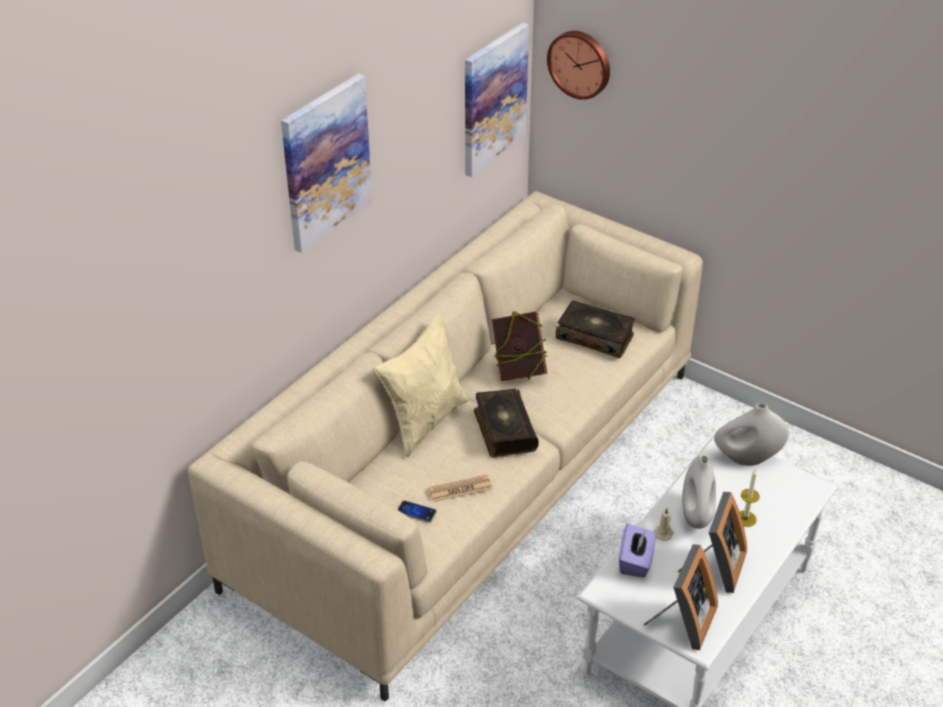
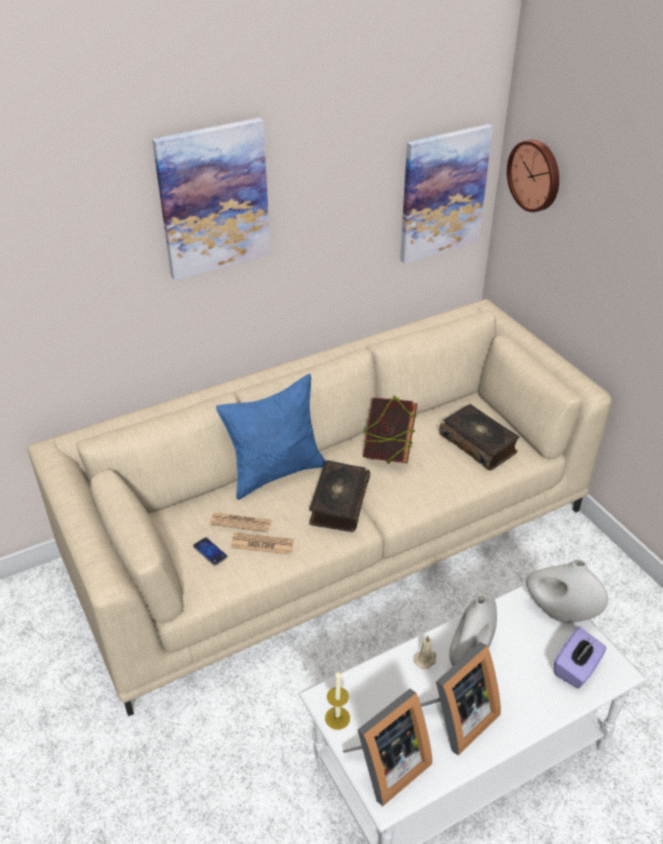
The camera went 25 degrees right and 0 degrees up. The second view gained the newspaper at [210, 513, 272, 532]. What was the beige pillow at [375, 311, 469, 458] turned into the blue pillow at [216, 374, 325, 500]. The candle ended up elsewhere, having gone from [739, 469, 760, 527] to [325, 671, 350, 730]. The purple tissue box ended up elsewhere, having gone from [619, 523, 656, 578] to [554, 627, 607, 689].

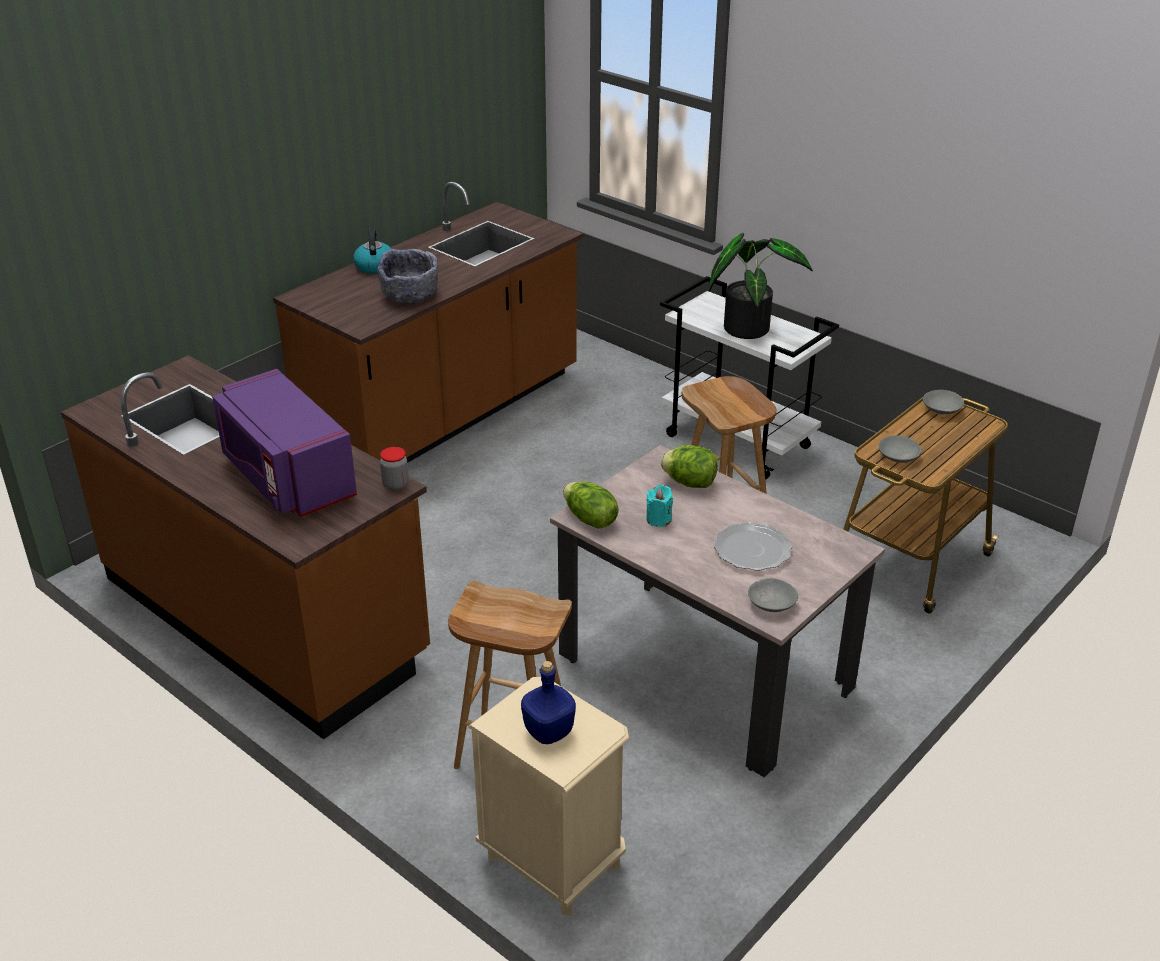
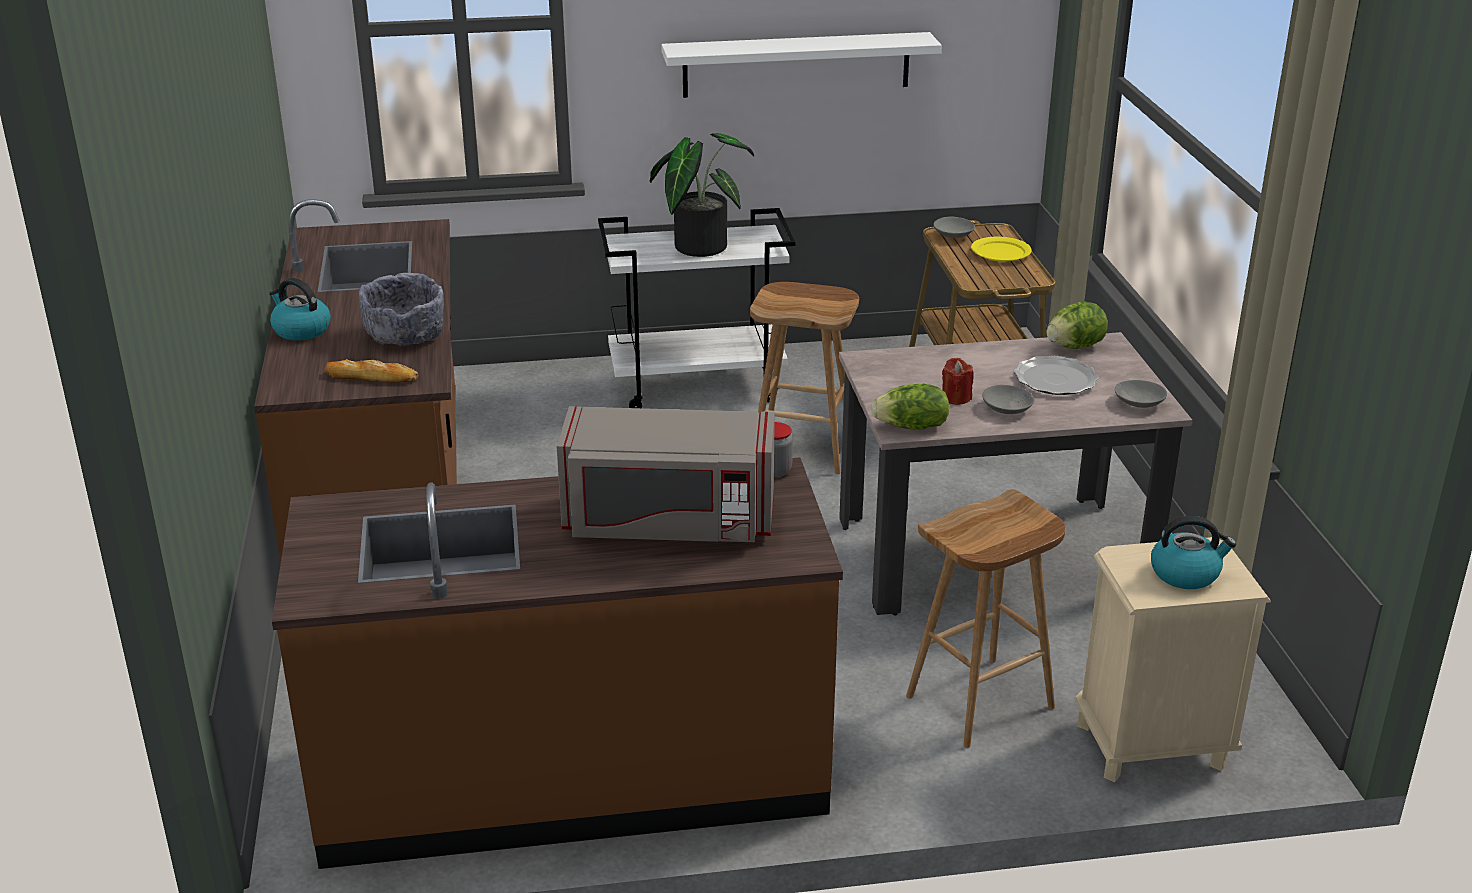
The camera went 50 degrees left and 5 degrees down. The second view gained the bread at [325, 359, 418, 383]. What was the purple microwave at [212, 369, 357, 517] turned into the grey microwave at [557, 406, 775, 542]. The second view gained the white shelf at [661, 32, 942, 98]. What was the turquoise candle at [646, 485, 673, 527] turned into the red candle at [942, 358, 974, 405]. The second view gained the yellow plate at [971, 237, 1032, 262]. The grey bowl ended up elsewhere, having gone from [878, 435, 922, 463] to [982, 385, 1034, 414]. The lettuce ended up elsewhere, having gone from [661, 445, 718, 488] to [1047, 302, 1108, 349]. Where the blue bottle stood at [521, 661, 576, 744], the kettle came to stand at [1151, 516, 1236, 589].

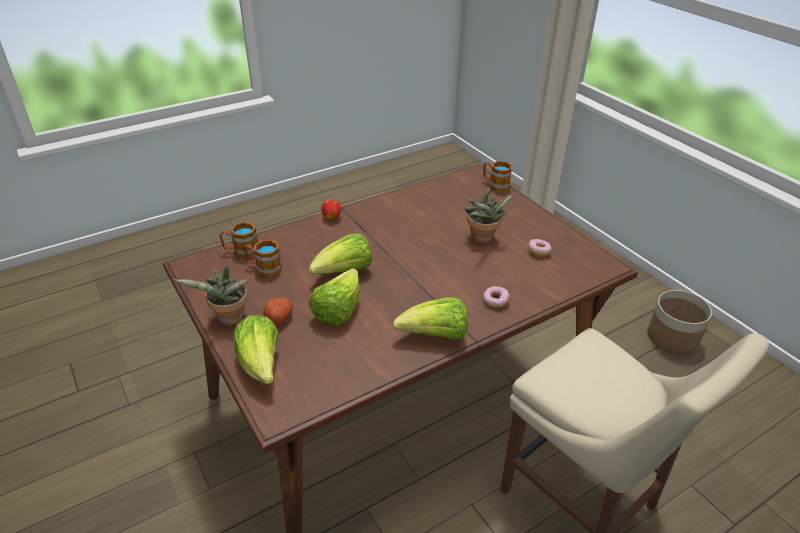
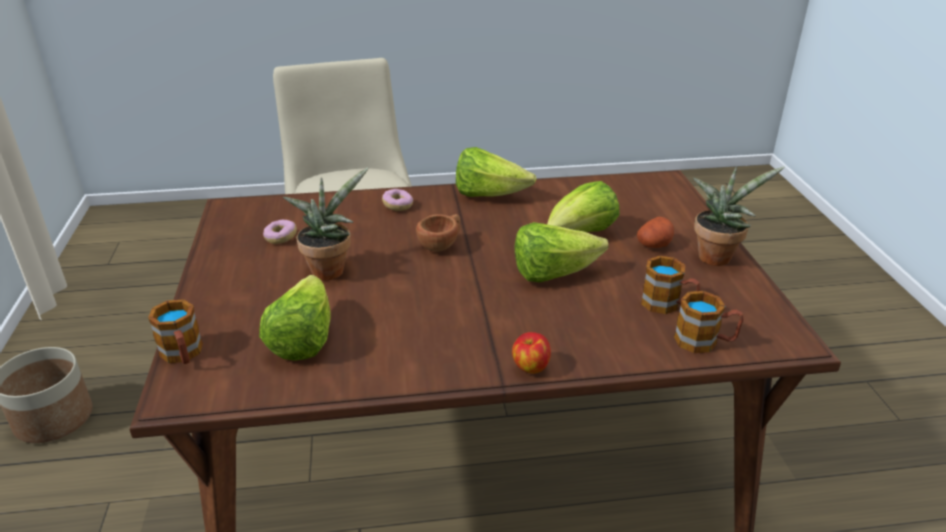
The camera went 155 degrees left and 5 degrees down. The lettuce ended up elsewhere, having gone from [233, 315, 279, 384] to [259, 275, 331, 361]. The second view gained the brown cup at [416, 214, 460, 252].

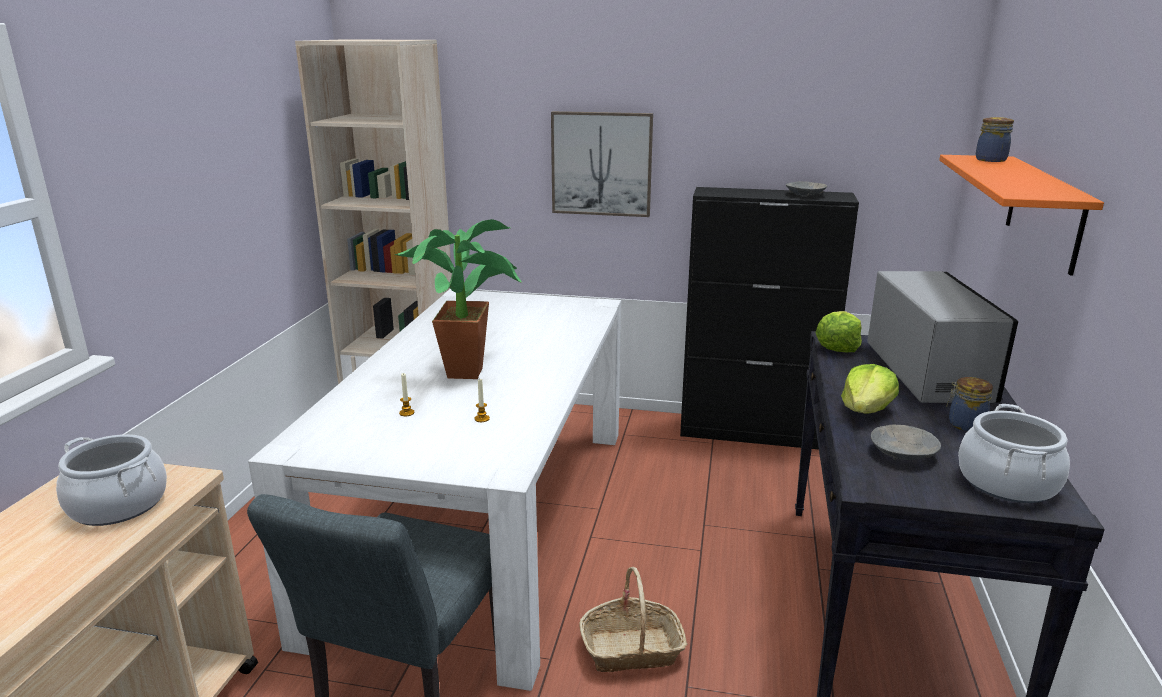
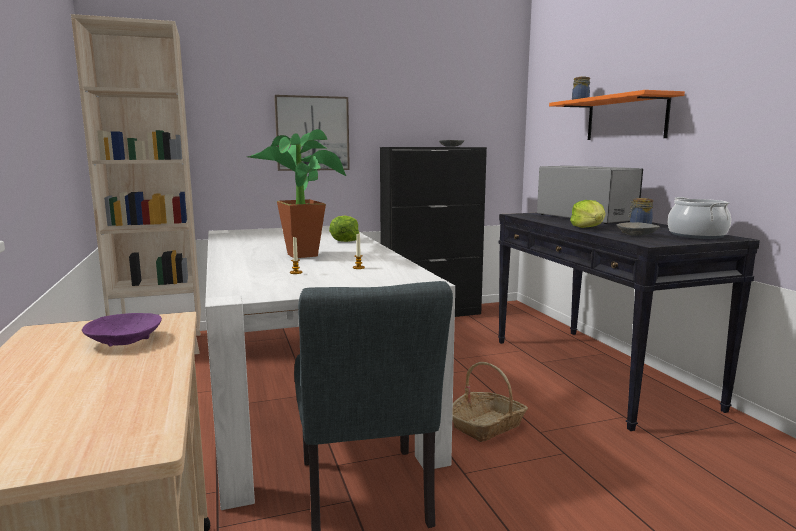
The camera went 30 degrees left and 10 degrees down. Where the cooking pot stood at [56, 434, 167, 526], the purple bowl came to stand at [82, 313, 162, 347]. The lettuce ended up elsewhere, having gone from [815, 311, 862, 352] to [329, 215, 359, 242].

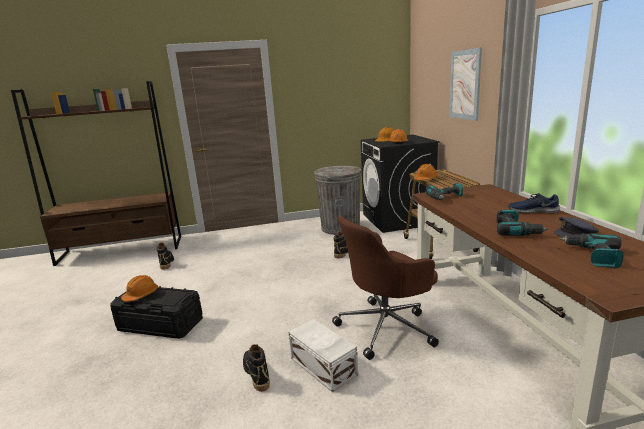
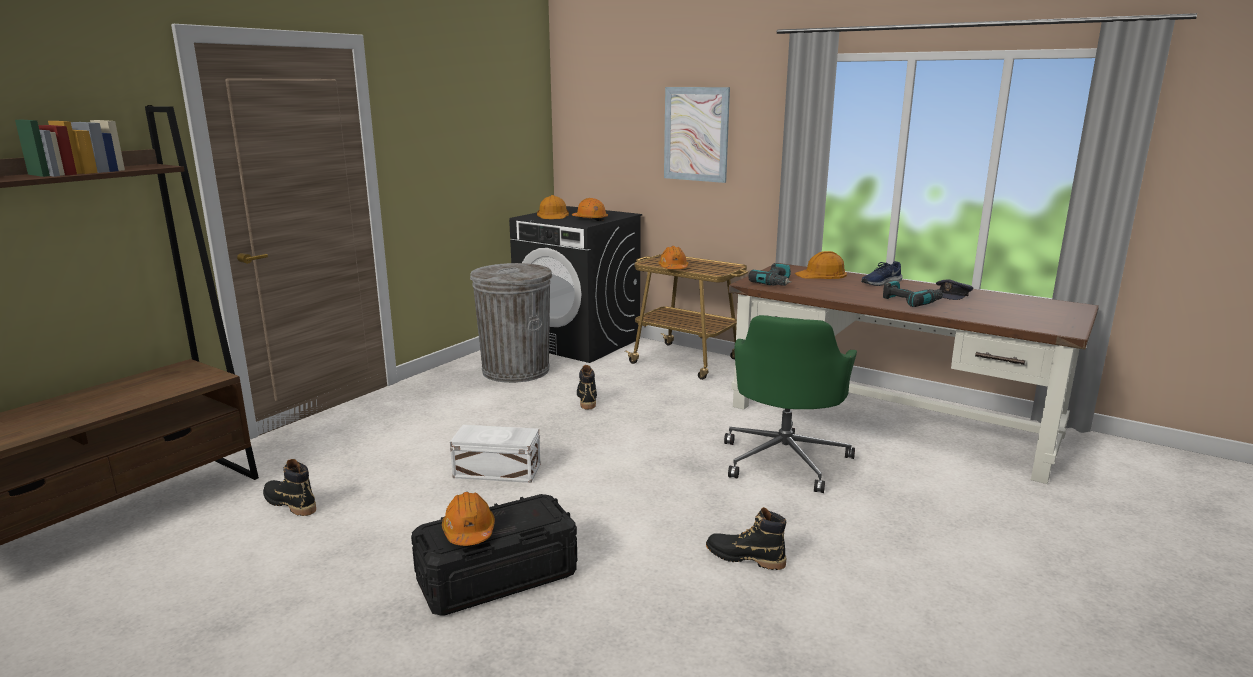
The camera went 45 degrees left and 0 degrees up. The white storage box ended up elsewhere, having gone from [289, 319, 358, 392] to [450, 425, 540, 483]. What was the brown office chair at [332, 215, 439, 360] turned into the green office chair at [724, 315, 857, 493]. The second view gained the orange hard hat at [795, 251, 847, 279]. The second view lost the power drill at [560, 233, 624, 268].

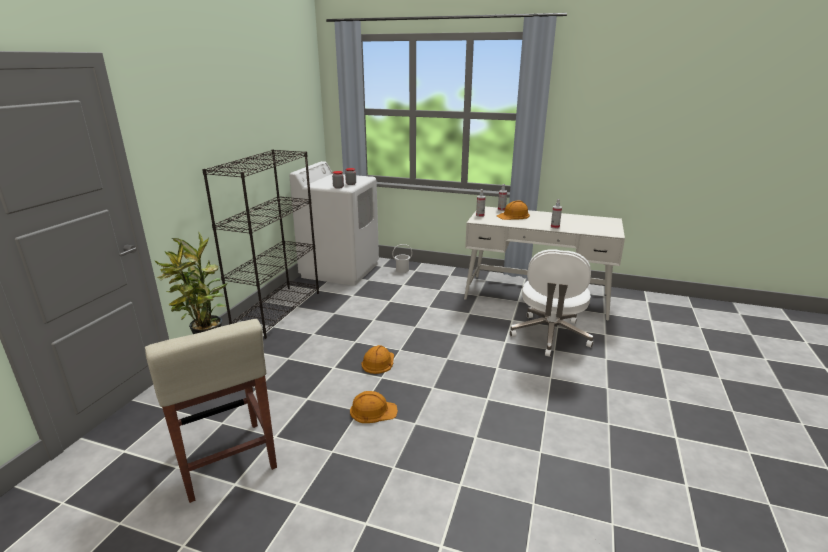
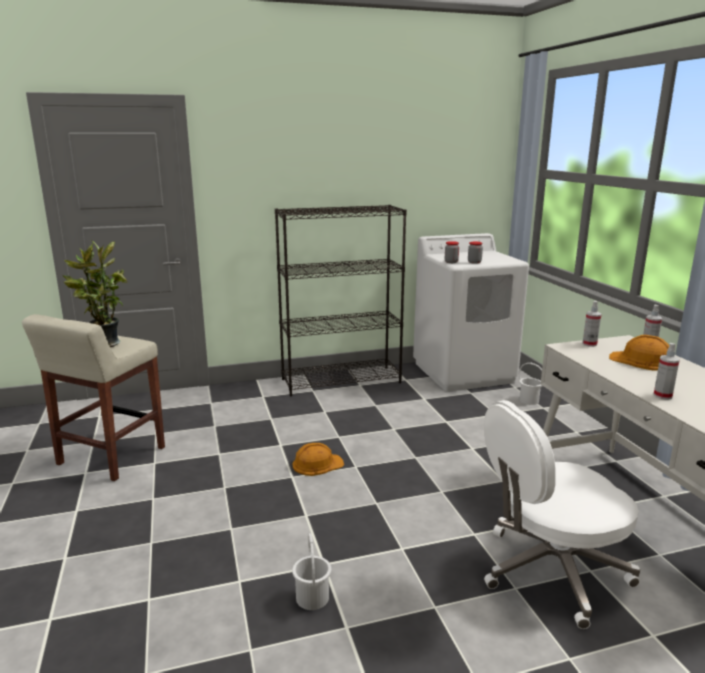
The camera went 55 degrees right and 5 degrees down. The second view gained the white bucket at [292, 533, 331, 610]. The second view lost the orange hard hat at [350, 391, 398, 423].

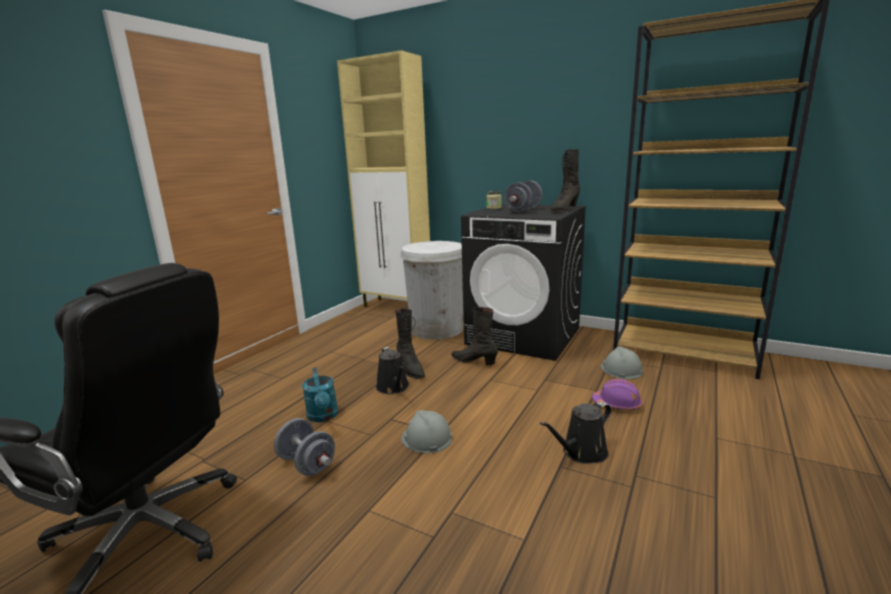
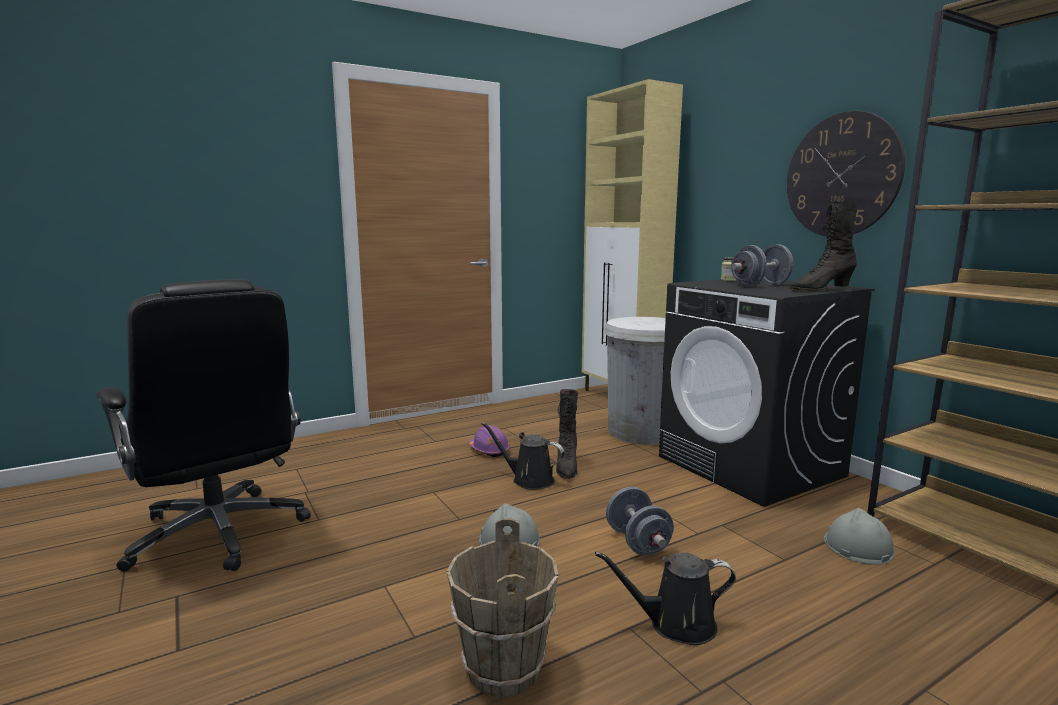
The camera went 30 degrees right and 5 degrees down. The second view gained the brown bucket at [447, 518, 558, 698]. The purple hard hat ended up elsewhere, having gone from [592, 379, 643, 410] to [469, 425, 510, 457]. The black watering can at [376, 347, 409, 394] ended up facing another way, 105 degrees clockwise from before. The grey dumbbell ended up elsewhere, having gone from [274, 418, 335, 476] to [606, 487, 674, 556]. The second view gained the wall clock at [787, 111, 905, 236]. The second view lost the turquoise watering can at [302, 367, 338, 422]. The second view lost the black boot at [451, 307, 498, 365].

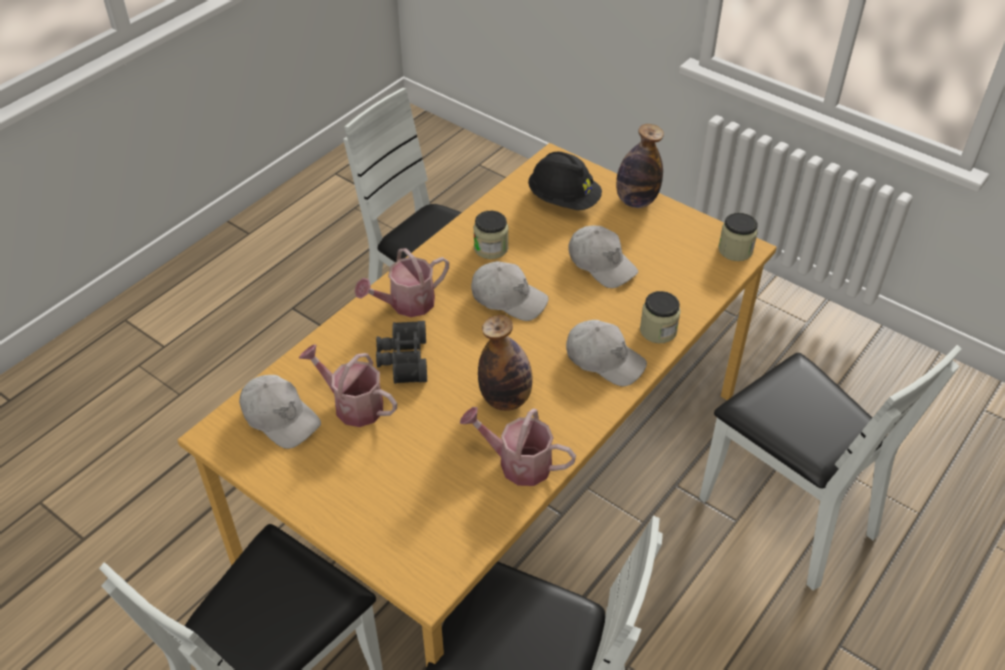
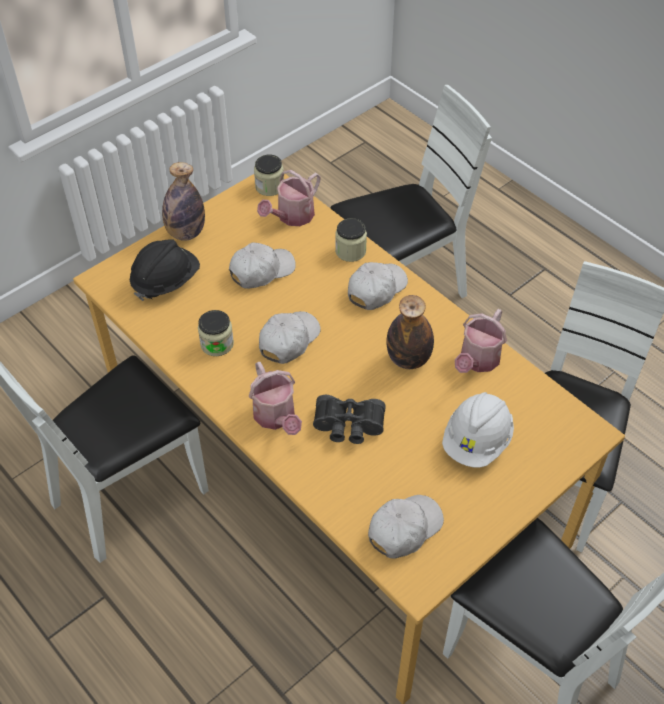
The camera went 80 degrees left and 5 degrees up. The watering can ended up elsewhere, having gone from [299, 344, 397, 427] to [257, 170, 321, 226]. The second view gained the white hard hat at [442, 392, 514, 468].

